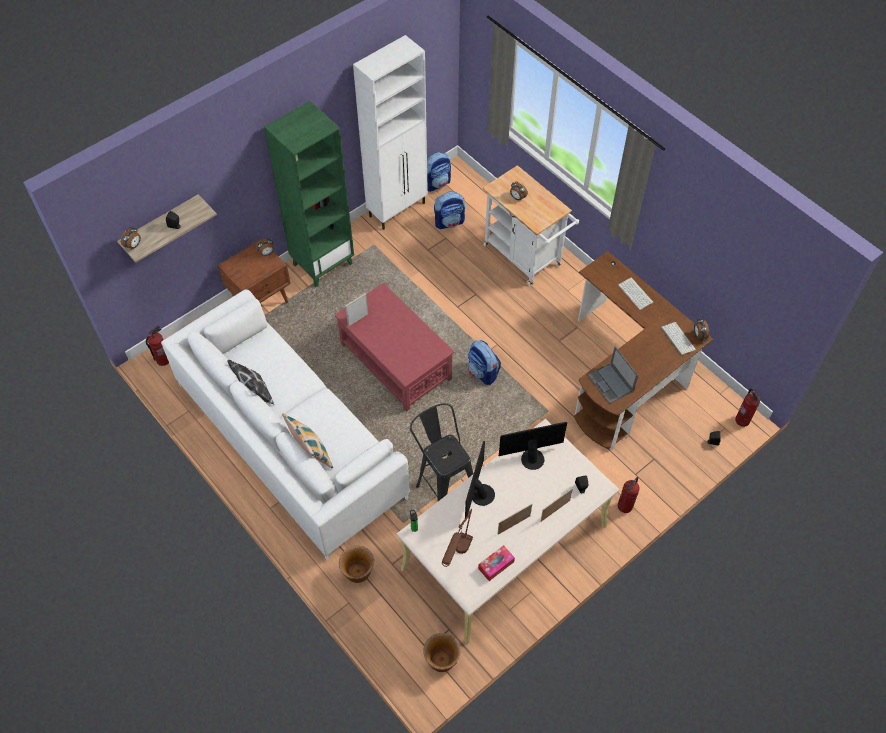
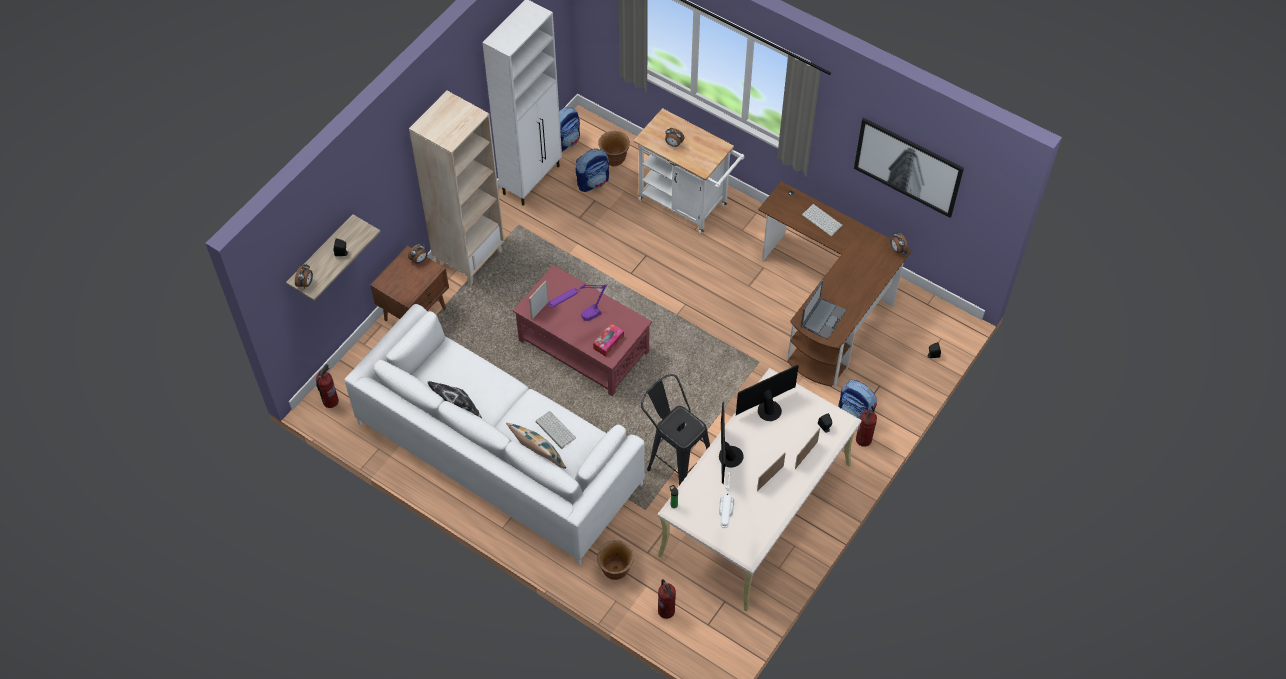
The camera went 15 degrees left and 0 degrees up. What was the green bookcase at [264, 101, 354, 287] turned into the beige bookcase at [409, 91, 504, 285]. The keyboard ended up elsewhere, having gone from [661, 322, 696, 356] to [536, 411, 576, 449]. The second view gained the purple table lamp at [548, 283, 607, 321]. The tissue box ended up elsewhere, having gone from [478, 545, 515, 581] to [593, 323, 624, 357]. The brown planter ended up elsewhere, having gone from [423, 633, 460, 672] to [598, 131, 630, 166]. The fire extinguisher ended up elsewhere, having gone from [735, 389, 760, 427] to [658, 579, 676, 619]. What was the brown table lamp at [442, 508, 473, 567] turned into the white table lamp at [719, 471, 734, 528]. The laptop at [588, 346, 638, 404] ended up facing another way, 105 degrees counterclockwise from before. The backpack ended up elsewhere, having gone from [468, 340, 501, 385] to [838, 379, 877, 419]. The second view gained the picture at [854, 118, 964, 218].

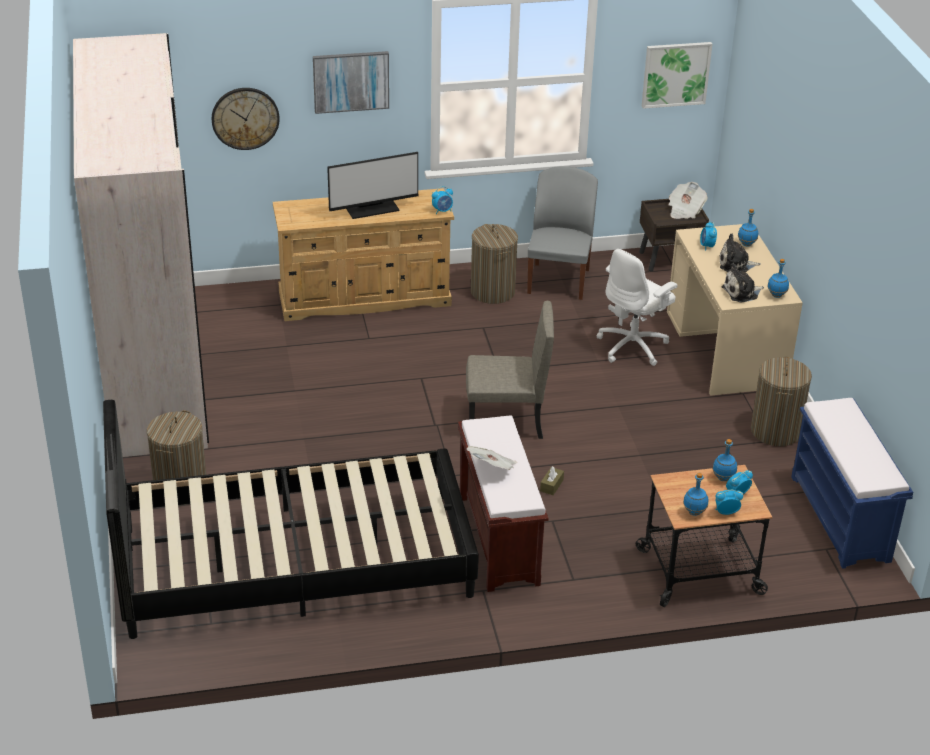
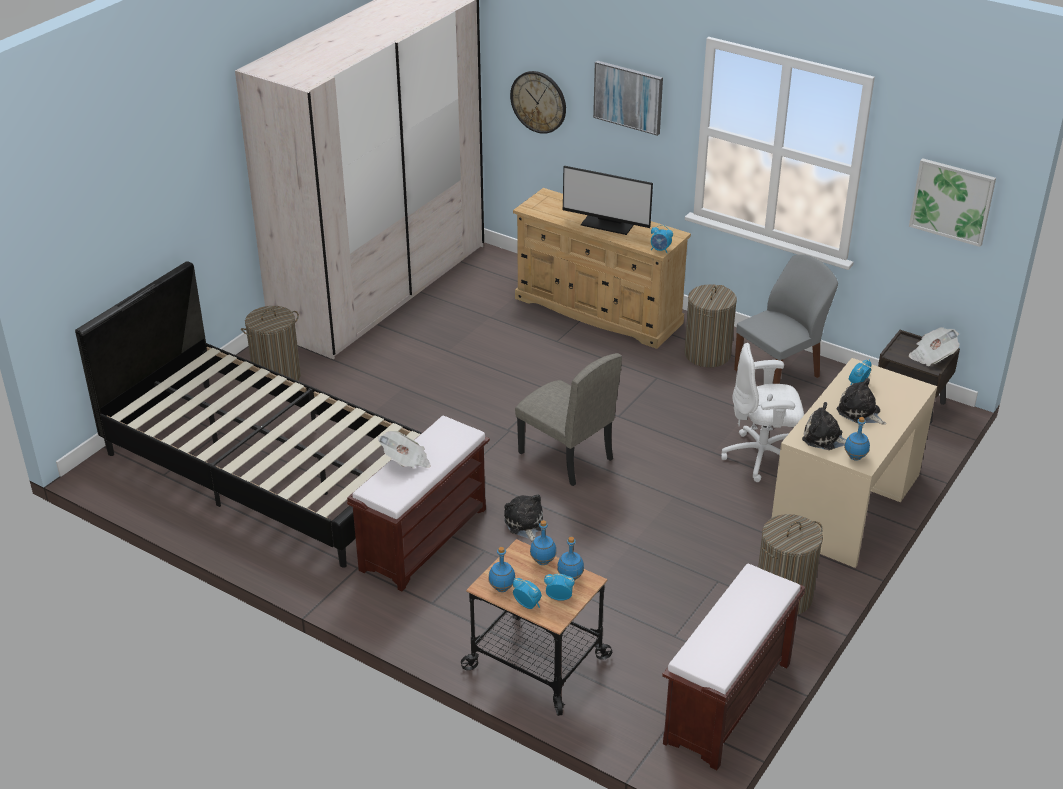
The camera went 45 degrees right and 0 degrees up. Where the brown tissue box stood at [540, 466, 564, 495], the plush toy came to stand at [504, 494, 543, 542]. The blue bottle ended up elsewhere, having gone from [738, 209, 758, 247] to [530, 520, 557, 565]. What was the blue bench at [791, 398, 913, 569] turned into the brown bench at [662, 564, 805, 770].

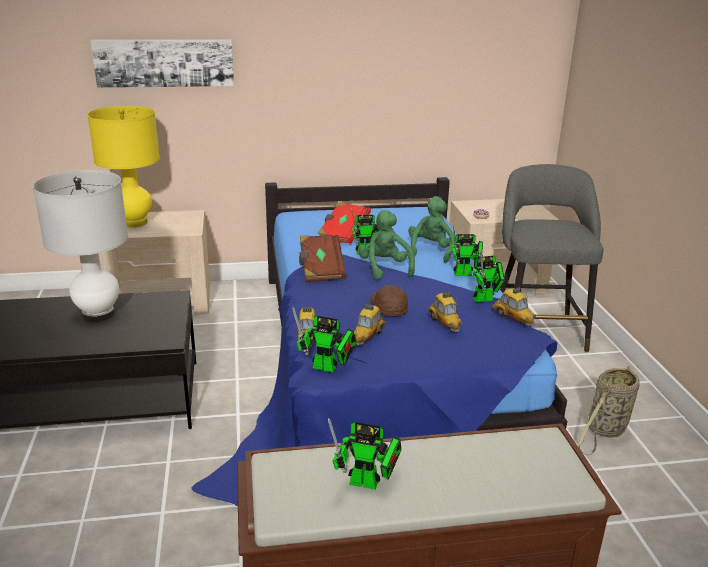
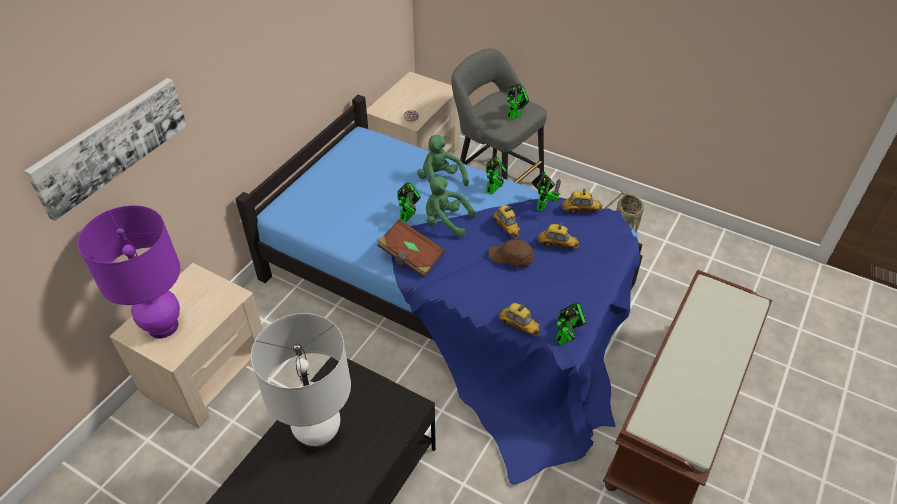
The camera went 50 degrees left and 20 degrees up. What was the yellow table lamp at [87, 106, 160, 227] turned into the purple table lamp at [78, 205, 181, 338]. The toy car ended up elsewhere, having gone from [354, 304, 386, 345] to [493, 205, 521, 239]. The toy robot ended up elsewhere, having gone from [328, 418, 401, 490] to [507, 84, 529, 120]. The second view lost the red book at [318, 202, 371, 244].

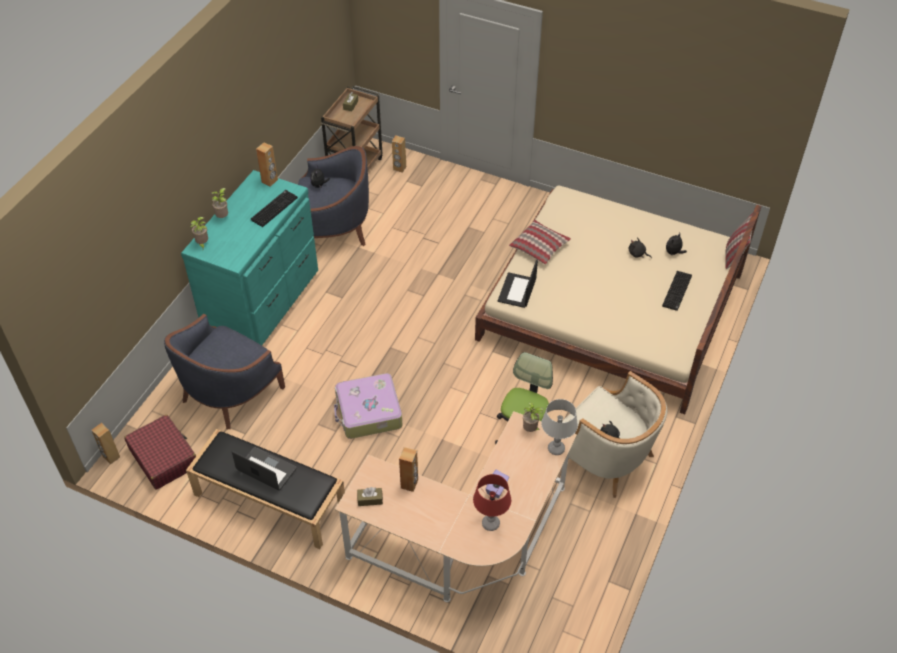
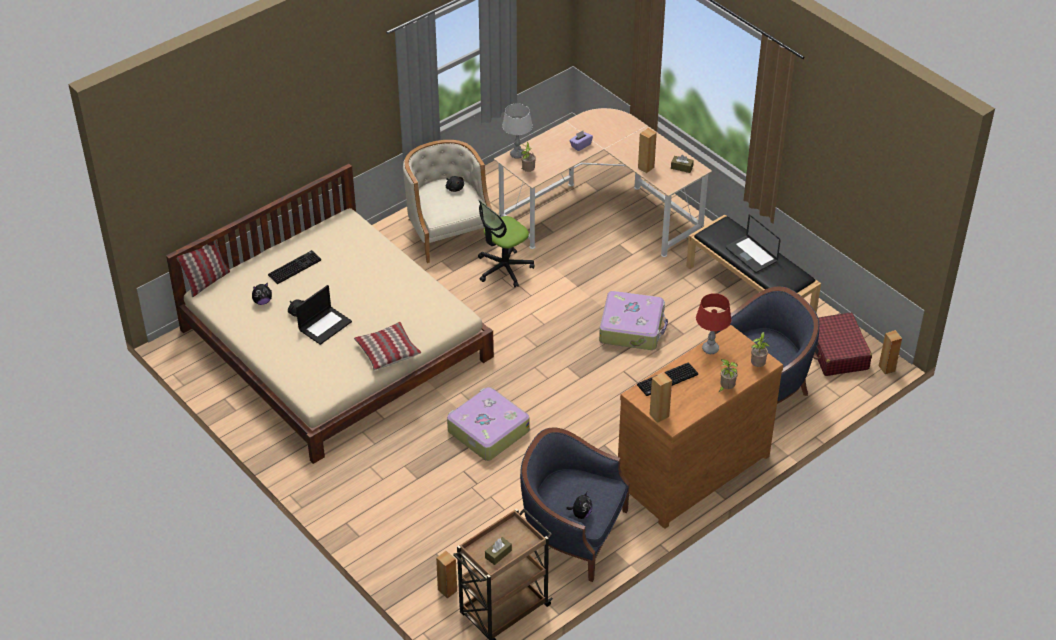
The camera went 155 degrees left and 5 degrees down. The laptop ended up elsewhere, having gone from [498, 259, 538, 308] to [296, 285, 352, 345]. The second view gained the suitcase at [447, 387, 529, 461]. What was the turquoise dresser at [181, 170, 318, 345] turned into the brown dresser at [618, 325, 783, 529]. The red table lamp ended up elsewhere, having gone from [473, 474, 511, 531] to [696, 293, 731, 354].

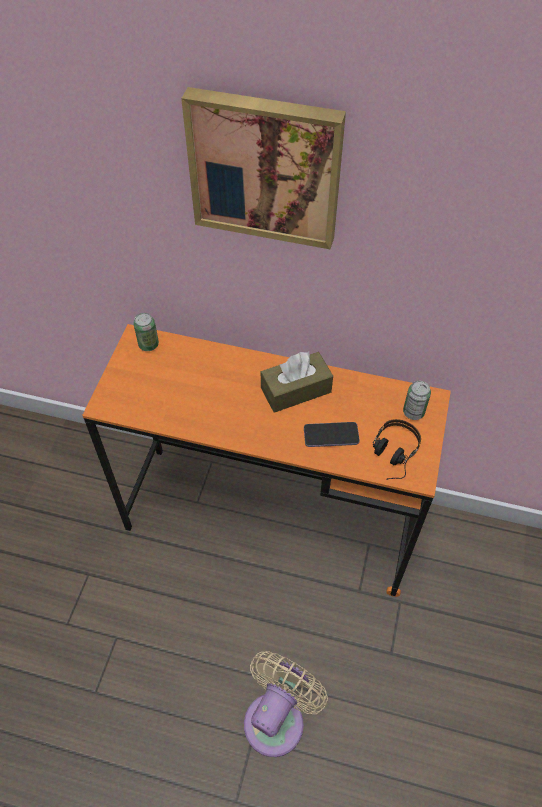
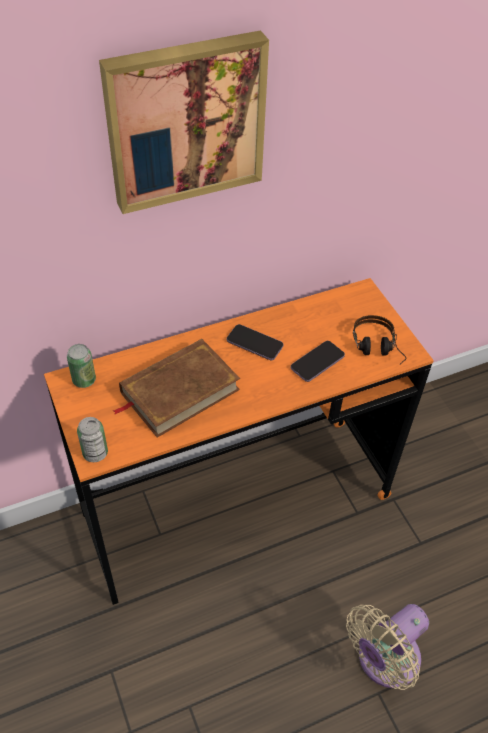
The camera went 40 degrees left and 5 degrees down. The can ended up elsewhere, having gone from [403, 381, 431, 420] to [77, 417, 108, 462]. The second view gained the brown book at [113, 339, 240, 437]. Where the brown tissue box stood at [261, 352, 333, 413], the phone came to stand at [227, 324, 283, 360]. The beige fan at [244, 651, 328, 757] ended up facing another way, 120 degrees counterclockwise from before.

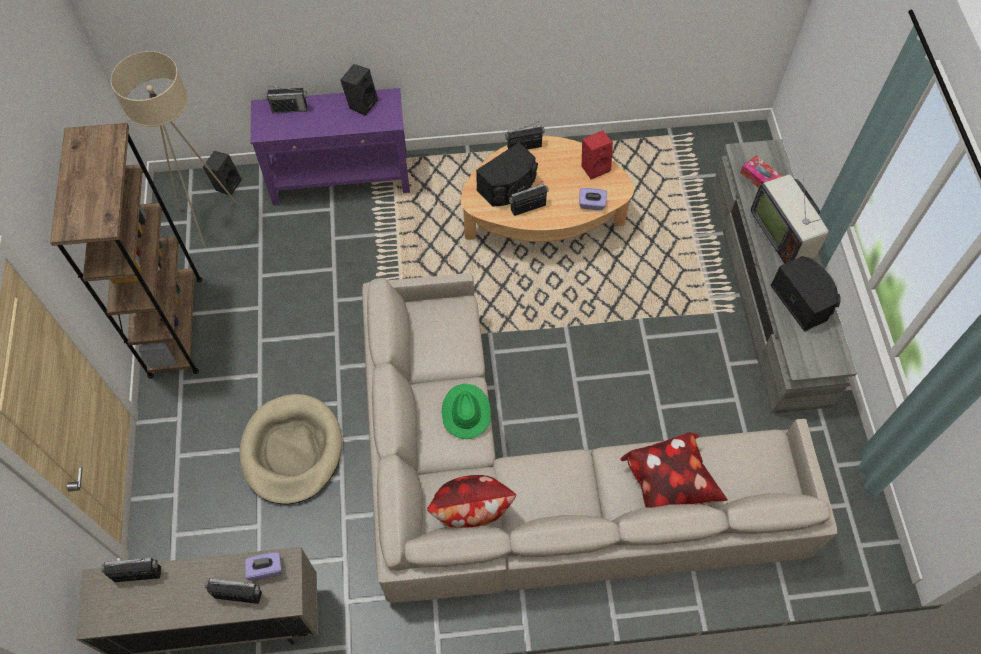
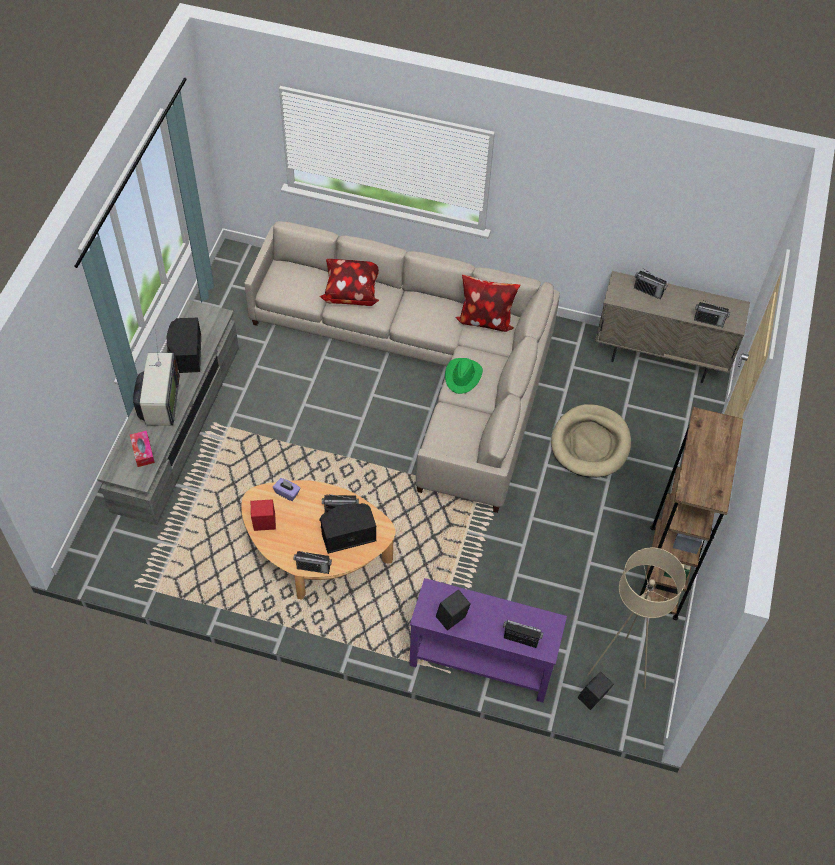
The camera went 160 degrees left and 5 degrees down. The second view lost the purple tissue box at [245, 552, 282, 581].

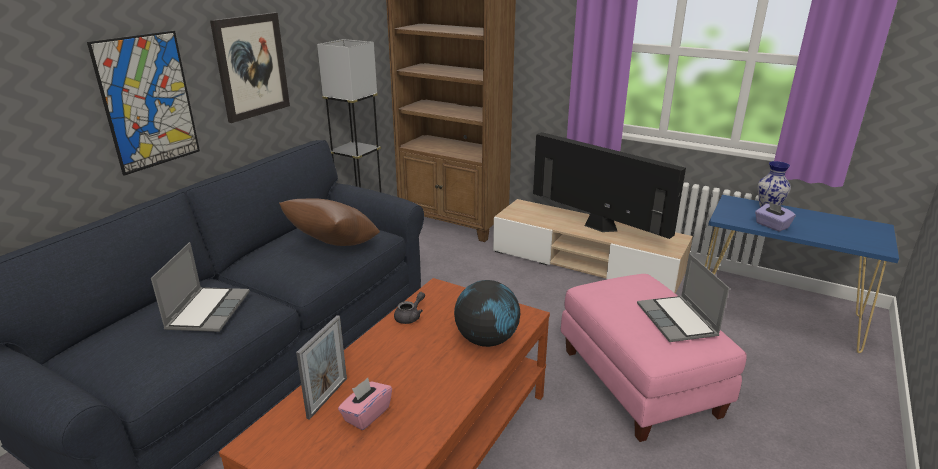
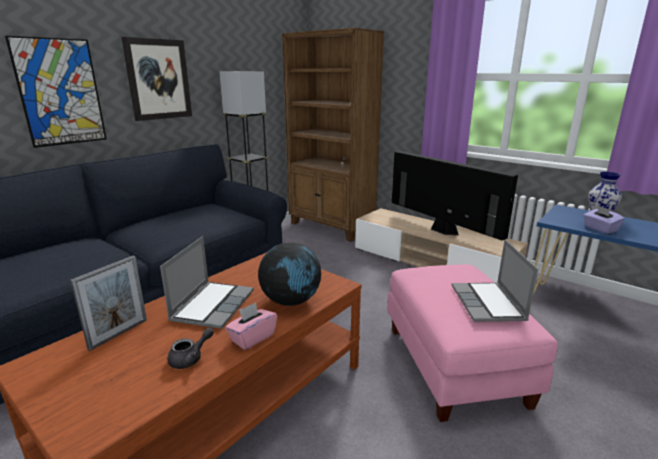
The camera went 10 degrees right and 5 degrees down. The laptop ended up elsewhere, having gone from [151, 242, 250, 332] to [160, 236, 254, 329]. The grey teapot ended up elsewhere, having gone from [394, 292, 425, 324] to [167, 328, 214, 369]. The pink tissue box ended up elsewhere, having gone from [338, 378, 392, 430] to [225, 302, 277, 350]. The second view lost the brown pillow at [279, 198, 380, 246].

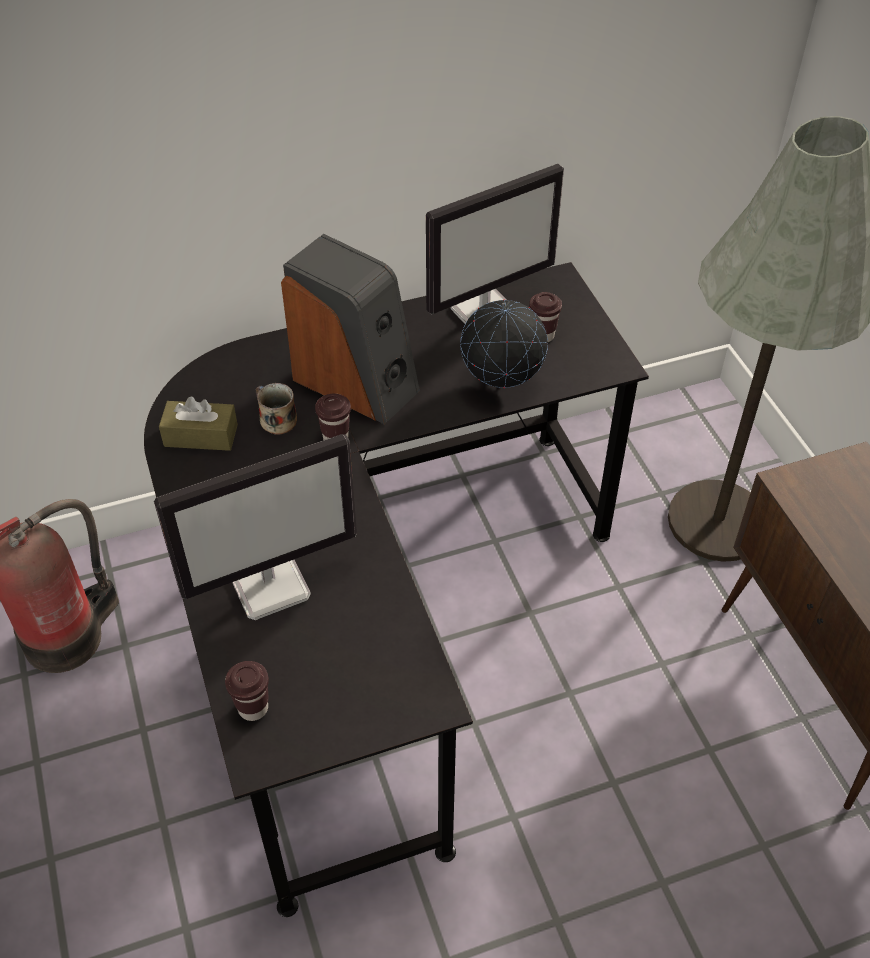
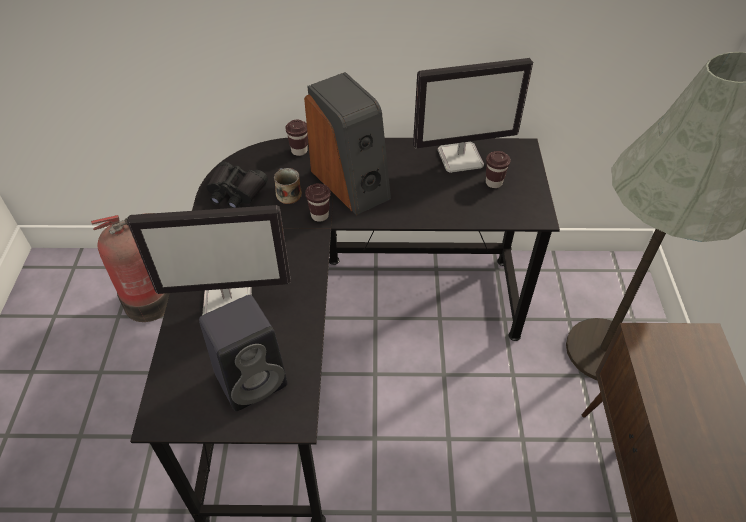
The camera went 20 degrees right and 0 degrees up. The second view gained the black speaker at [199, 295, 287, 411]. Where the brown tissue box stood at [159, 396, 238, 451], the black binoculars came to stand at [206, 161, 268, 208]. The brown cup ended up elsewhere, having gone from [225, 661, 269, 721] to [285, 120, 308, 156]. The second view lost the globe at [460, 299, 548, 388].

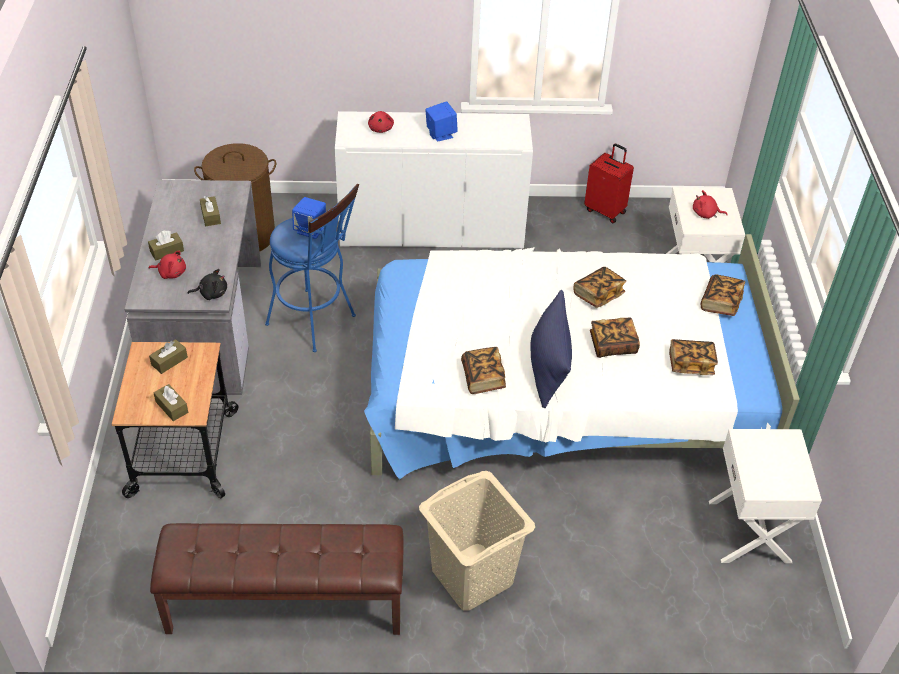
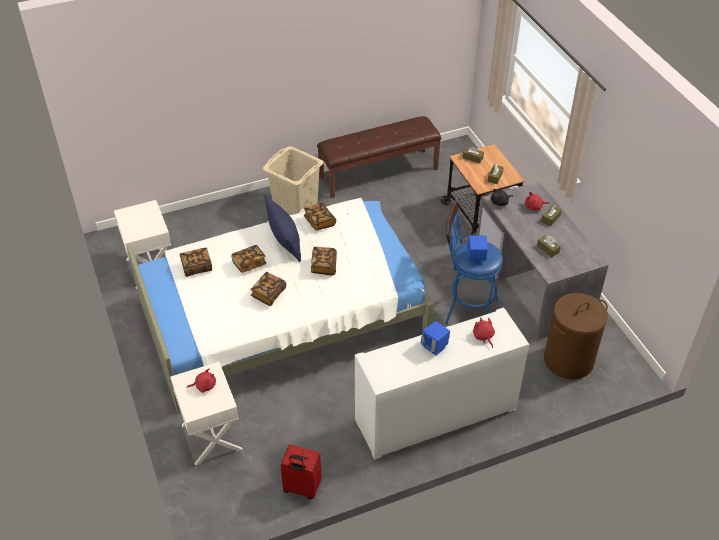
The camera went 160 degrees right and 0 degrees up. The book ended up elsewhere, having gone from [701, 274, 745, 316] to [311, 247, 337, 275].

